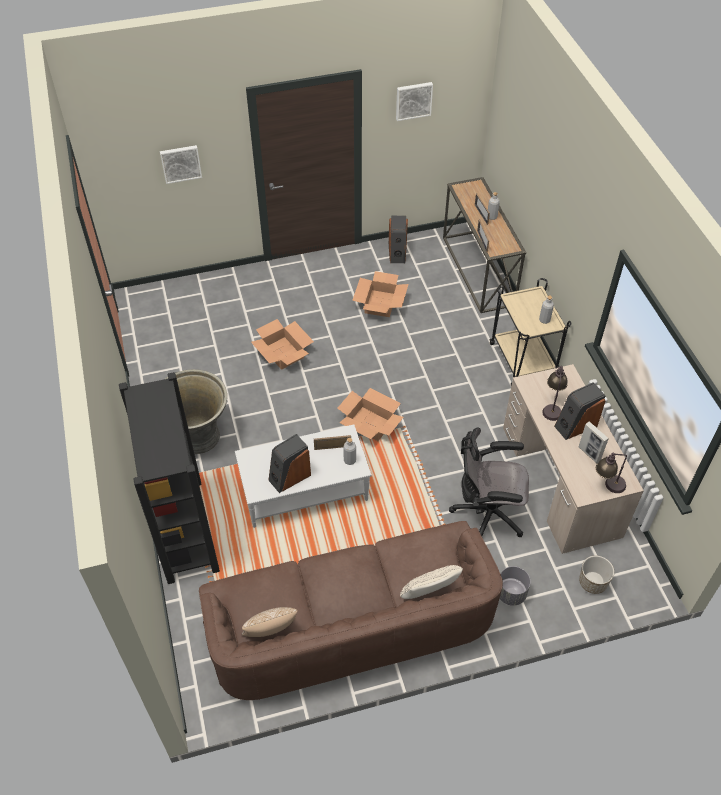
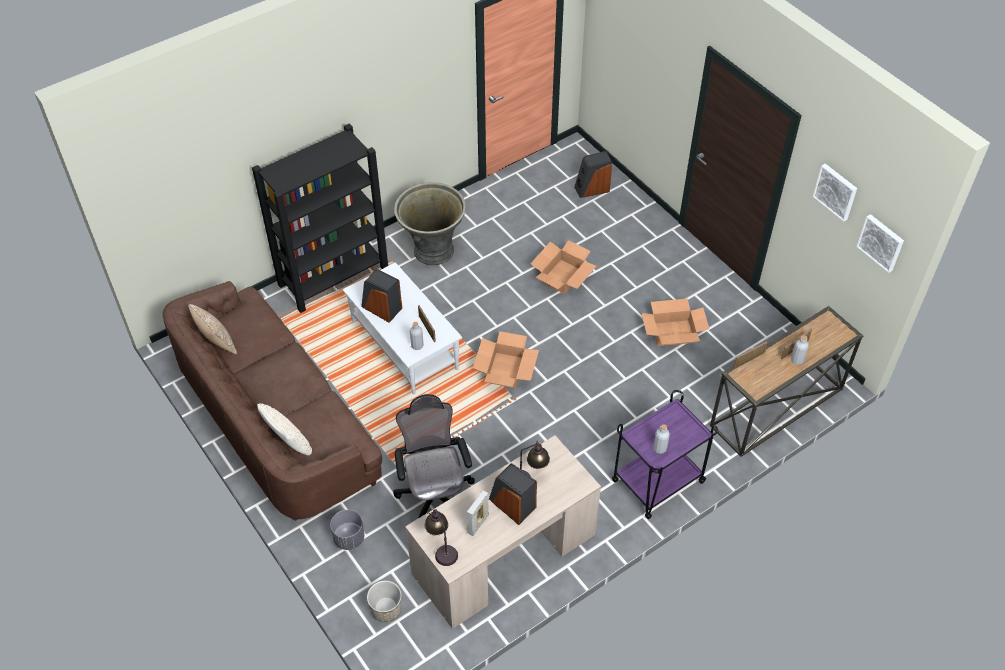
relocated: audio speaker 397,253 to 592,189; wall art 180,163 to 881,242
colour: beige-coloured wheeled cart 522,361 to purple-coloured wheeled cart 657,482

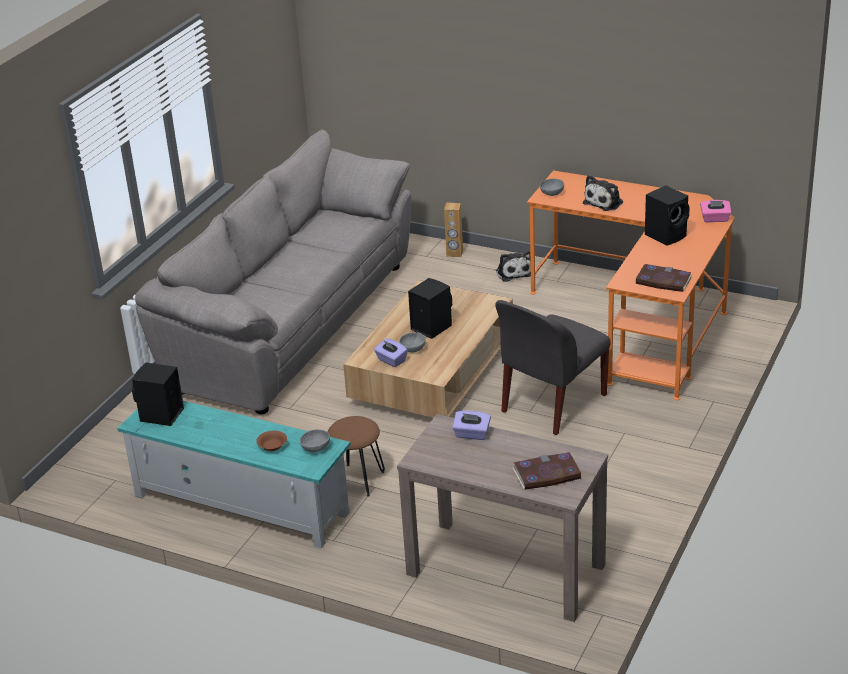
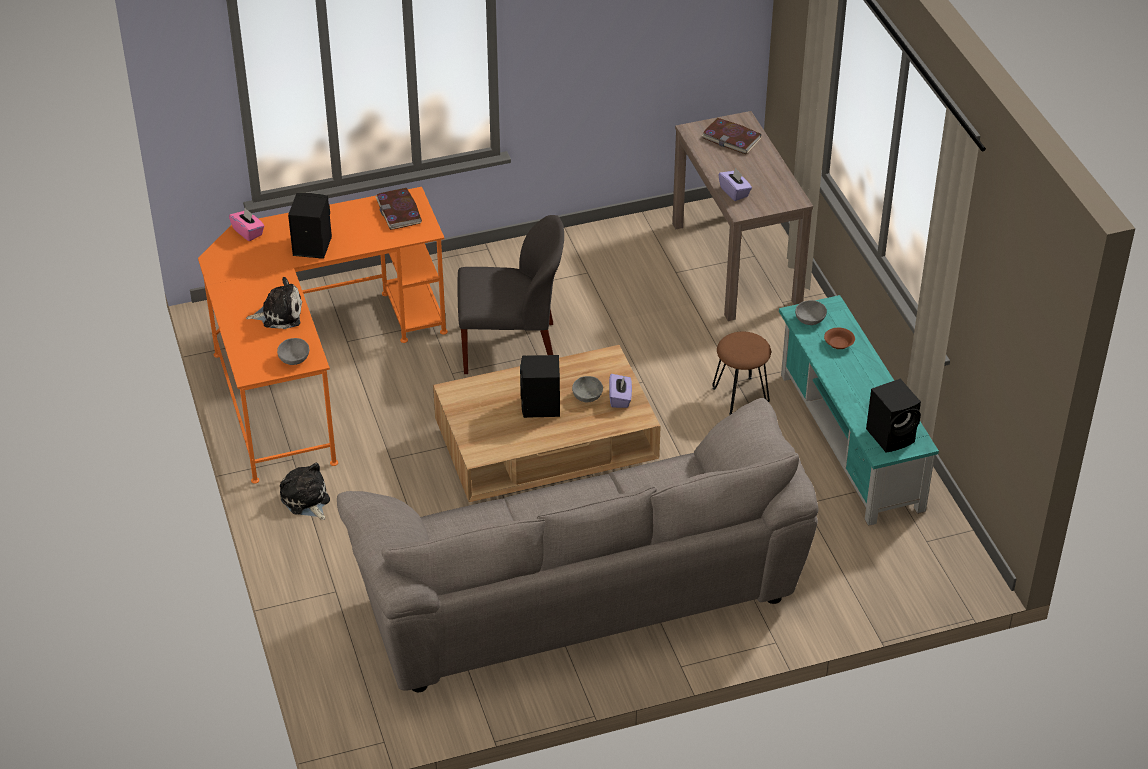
missing: brown-coloured audio speaker 454,253
spun: soft toy 513,272 = 306,500 60 degrees counterclockwise

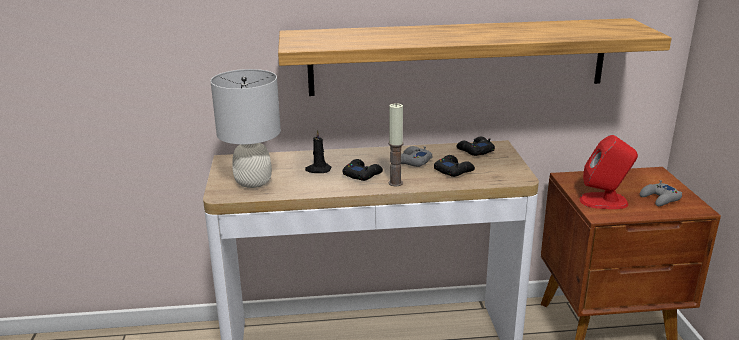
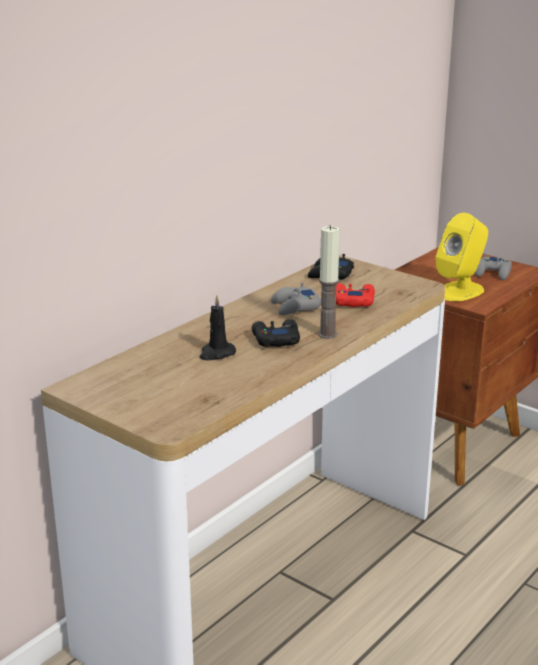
missing: greyish table lamp 255,183; shelf 458,57
colour: black-coloured gamepad 453,170 to red gamepad 353,301; red audio speaker 604,201 to yellow-coloured audio speaker 459,291

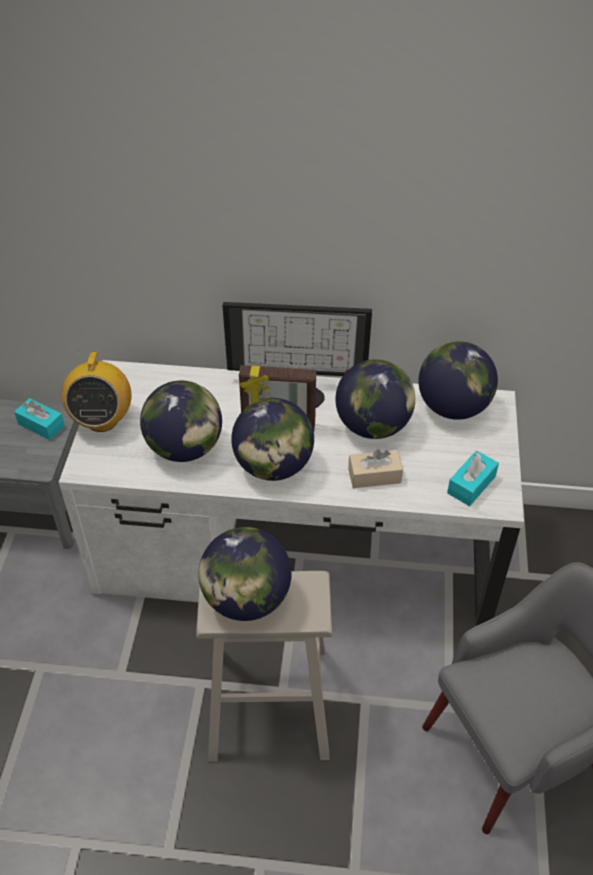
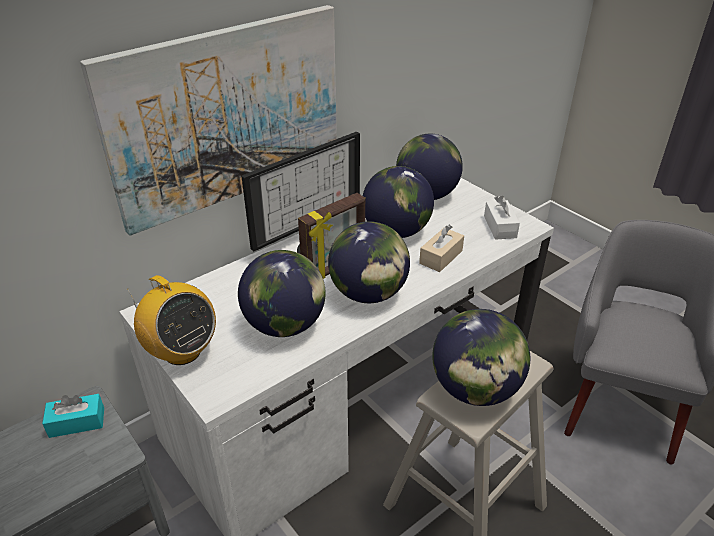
appeared: wall art 228,116
colour: turquoise tissue box 471,485 to whitish tissue box 500,227

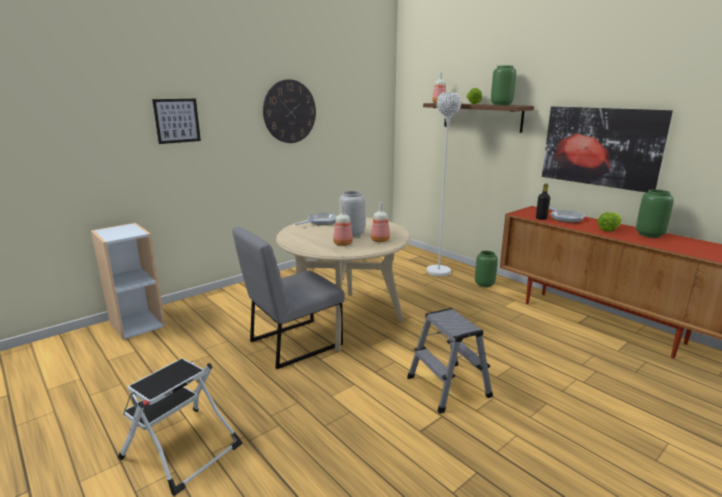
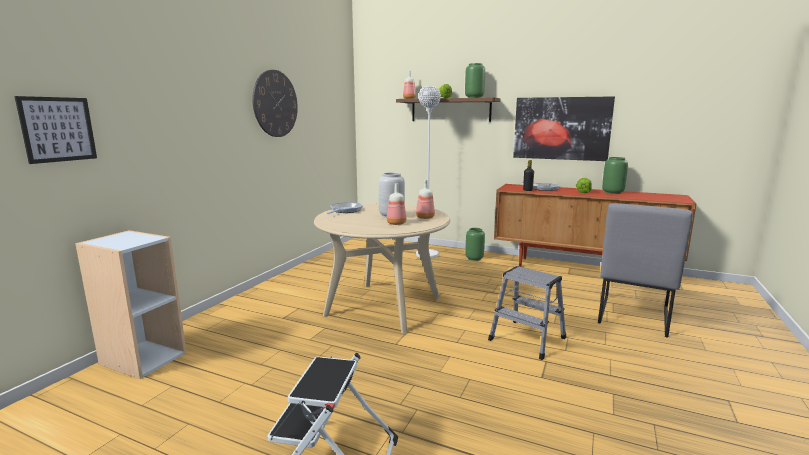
relocated: wall art 177,120 to 58,129; greyish upright chair 293,343 to 632,316

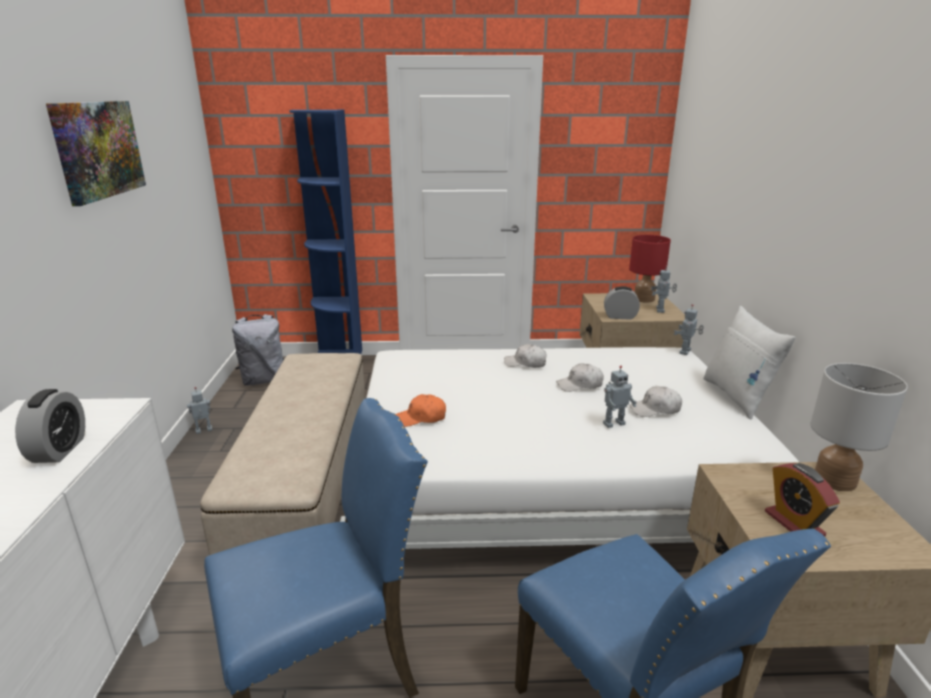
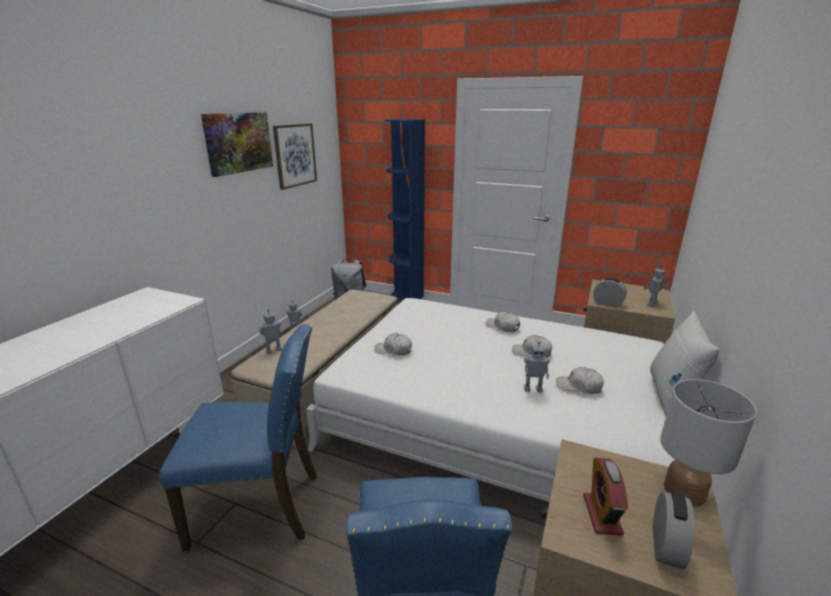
missing: red table lamp 643,299
appeared: wall art 295,155
relocated: toy robot 686,352 to 274,351; table clock 59,450 to 666,546
colour: orangey baseball cap 421,418 to whitish baseball cap 393,350

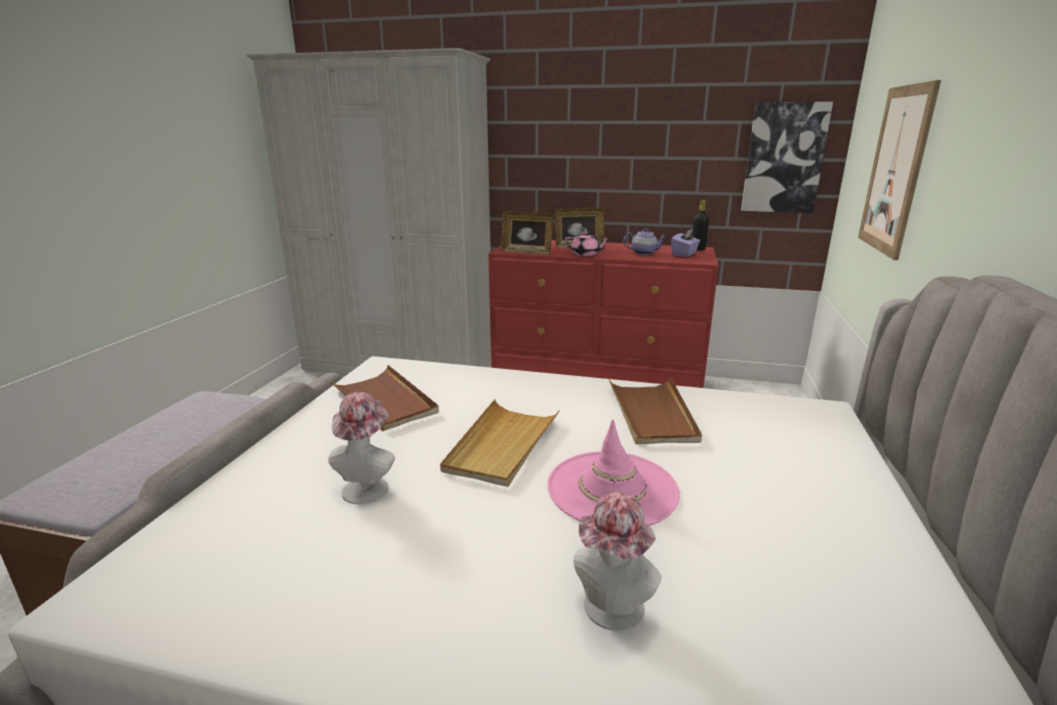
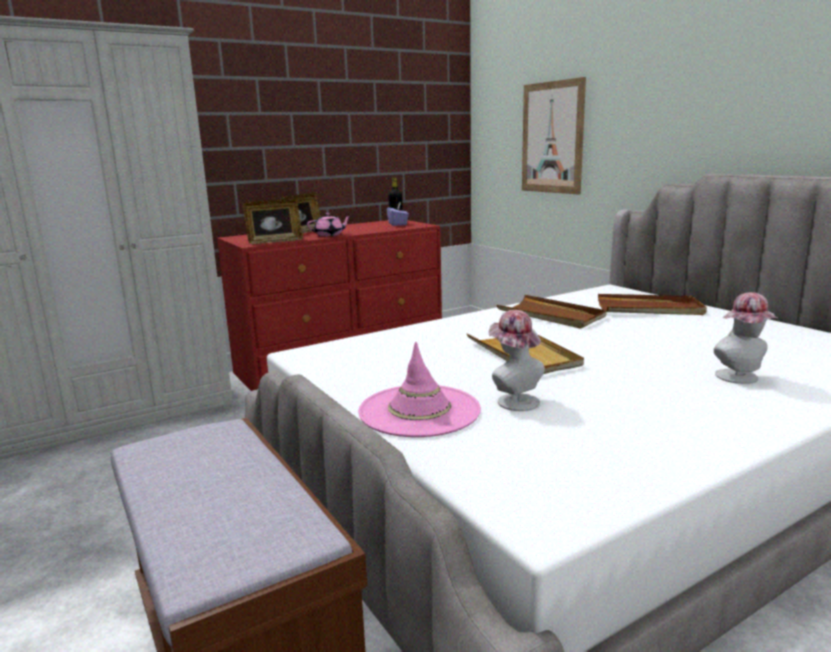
missing: tea pot 644,253; wall art 784,158
relocated: pink clothing hat 612,489 to 419,411; brown-coloured tray 385,401 to 650,309

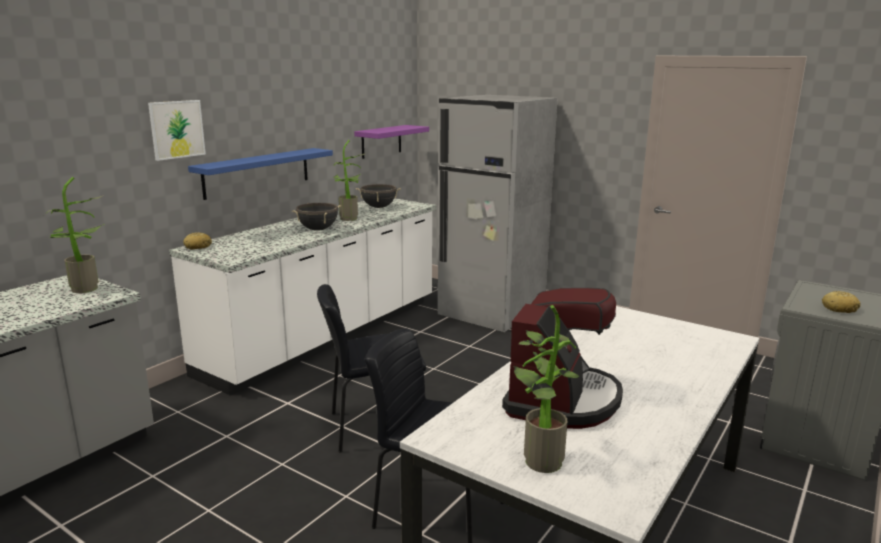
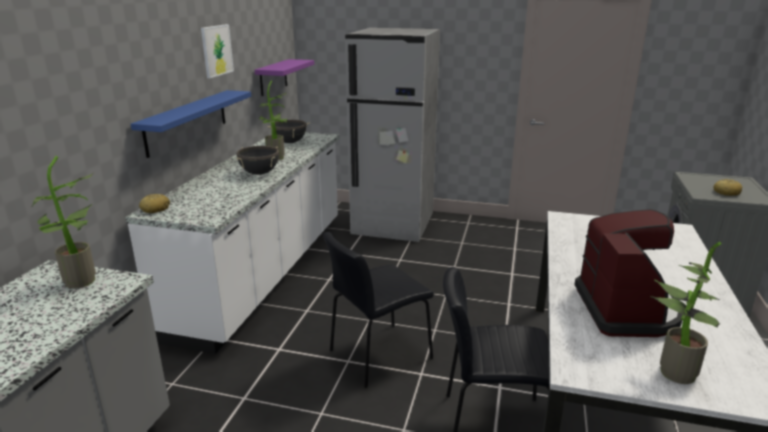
relocated: wall art 177,129 to 216,50

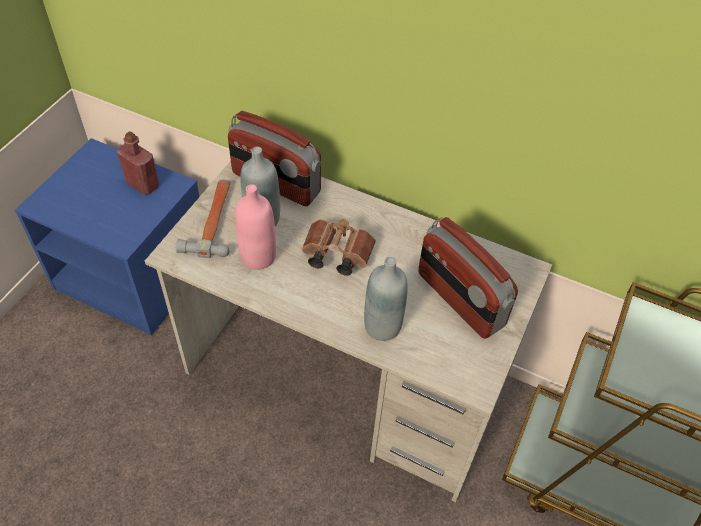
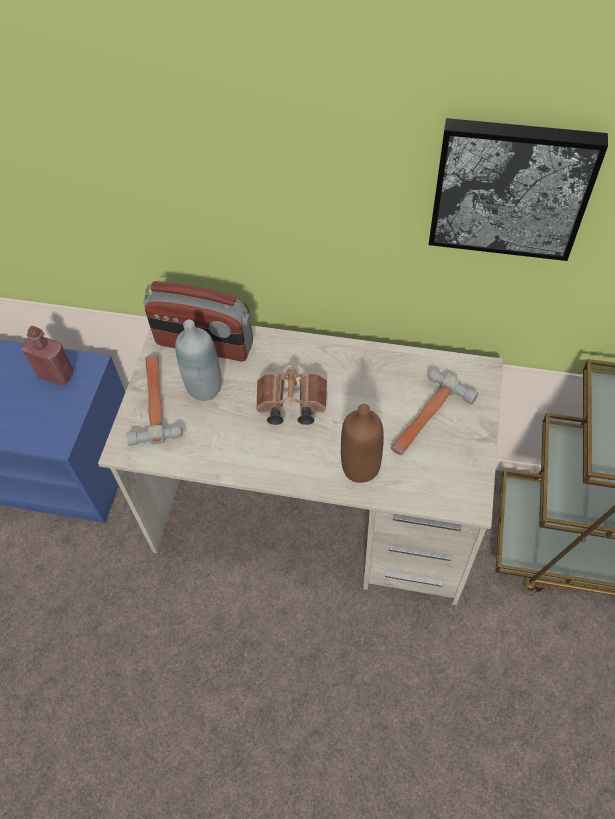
missing: pink beverage bottle 258,257
appeared: wall art 510,187
exchanged: radio receiver 459,300 to hand hammer 426,419
colour: greyish beverage bottle 382,327 to brown-coloured beverage bottle 360,467

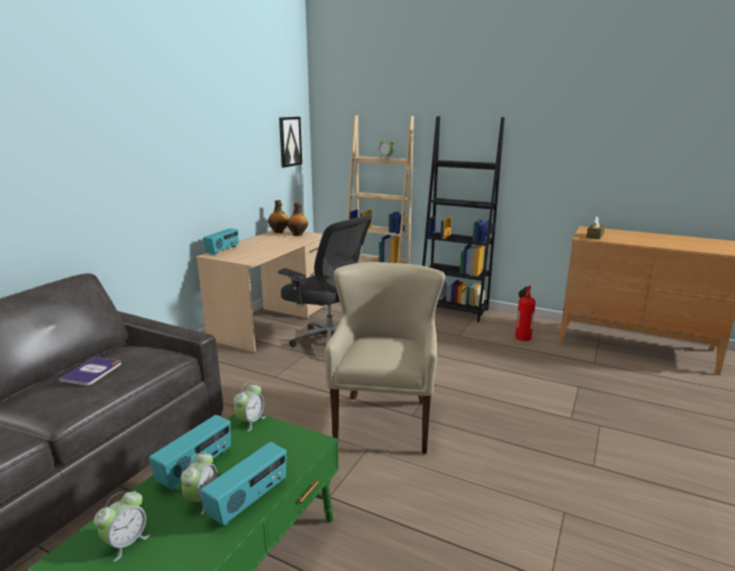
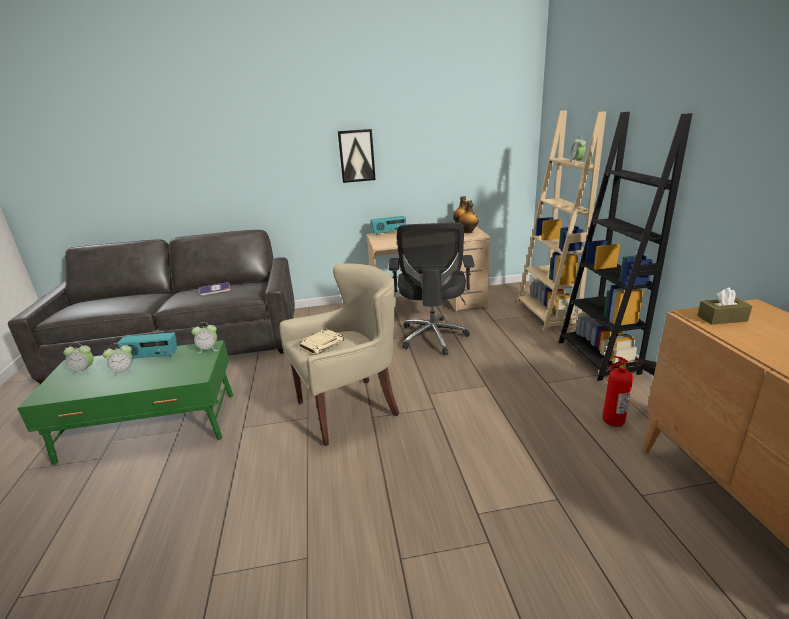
missing: radio receiver 249,501
appeared: beige-coloured bound book 321,344
relocated: wall art 289,141 to 356,156

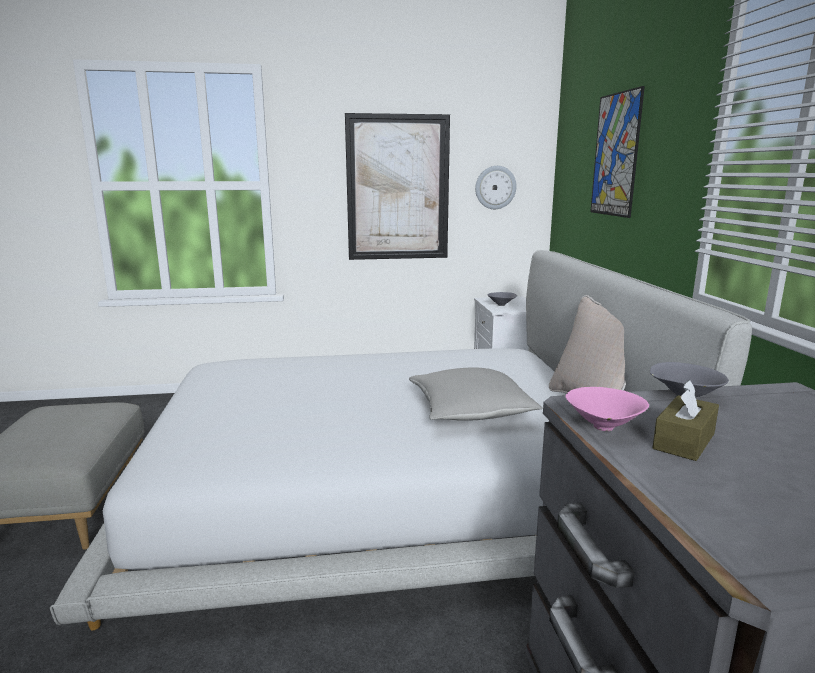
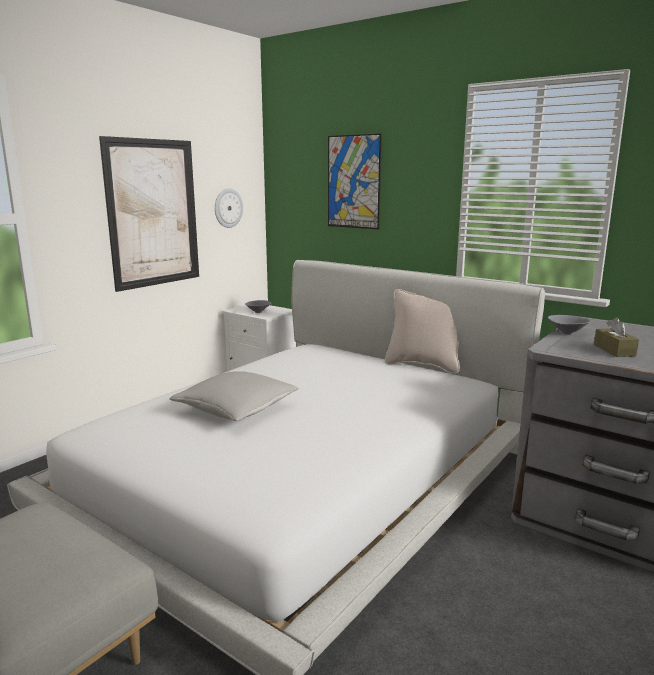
missing: pink bowl 603,428
relocated: greyish pillow 470,412 to 236,410

